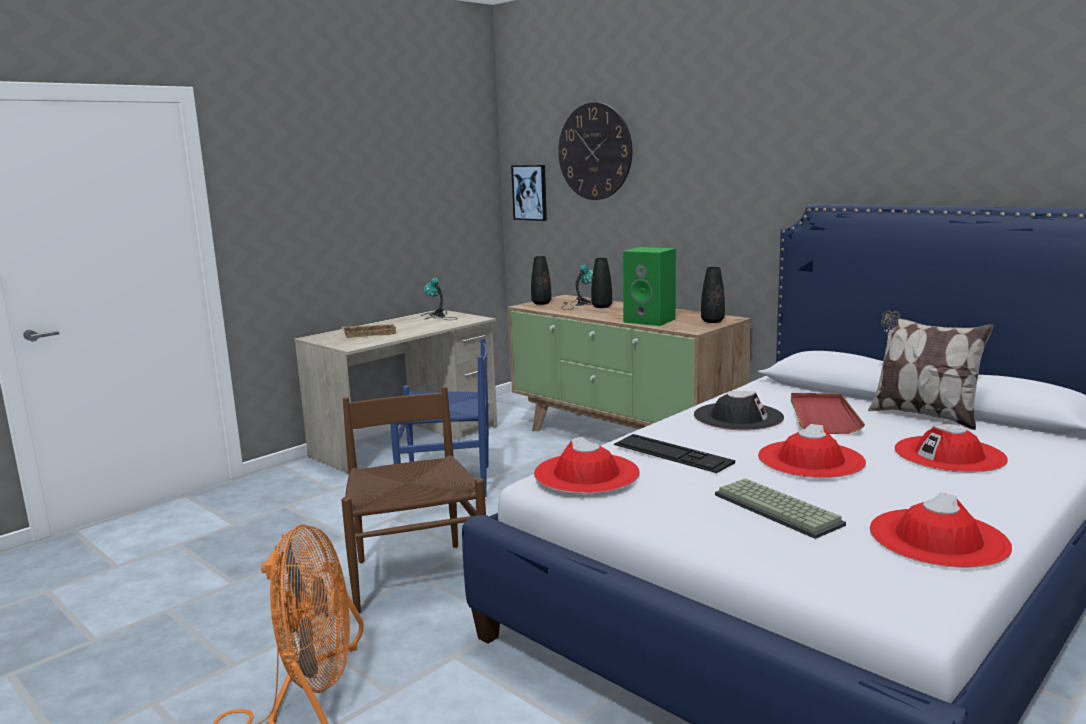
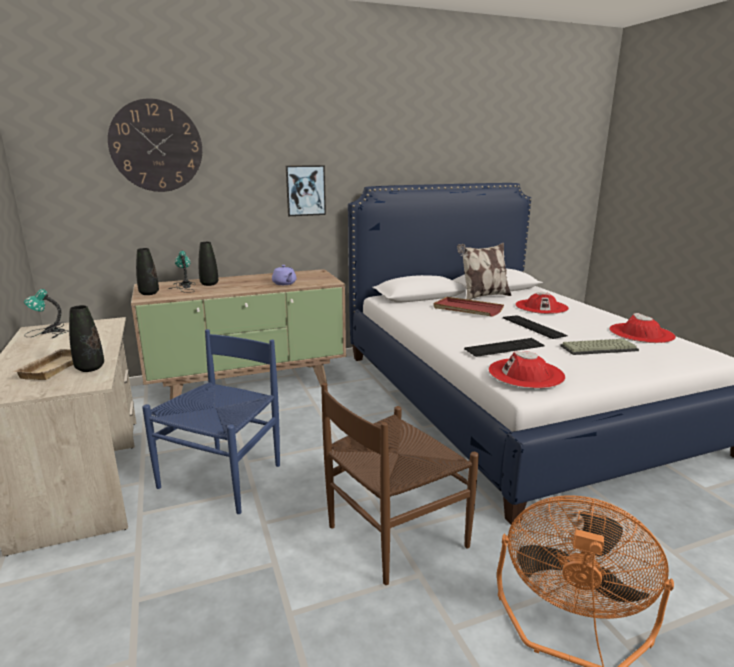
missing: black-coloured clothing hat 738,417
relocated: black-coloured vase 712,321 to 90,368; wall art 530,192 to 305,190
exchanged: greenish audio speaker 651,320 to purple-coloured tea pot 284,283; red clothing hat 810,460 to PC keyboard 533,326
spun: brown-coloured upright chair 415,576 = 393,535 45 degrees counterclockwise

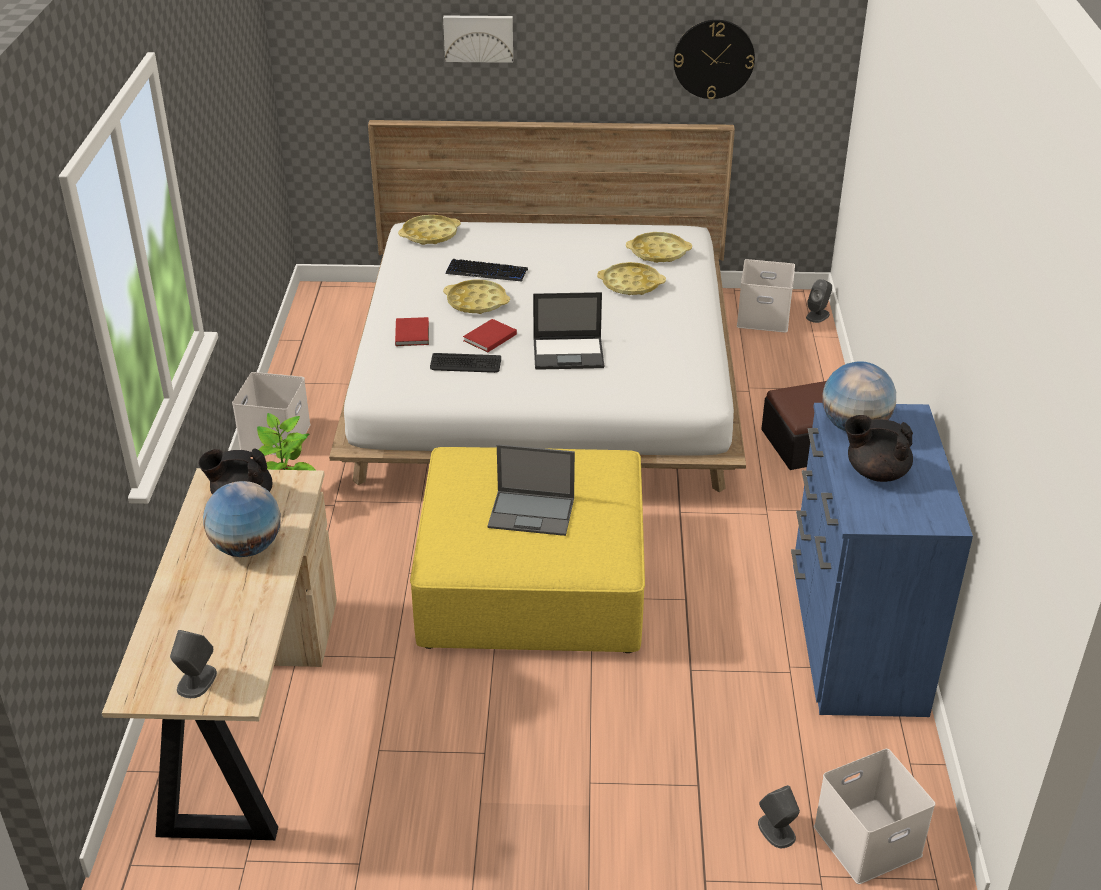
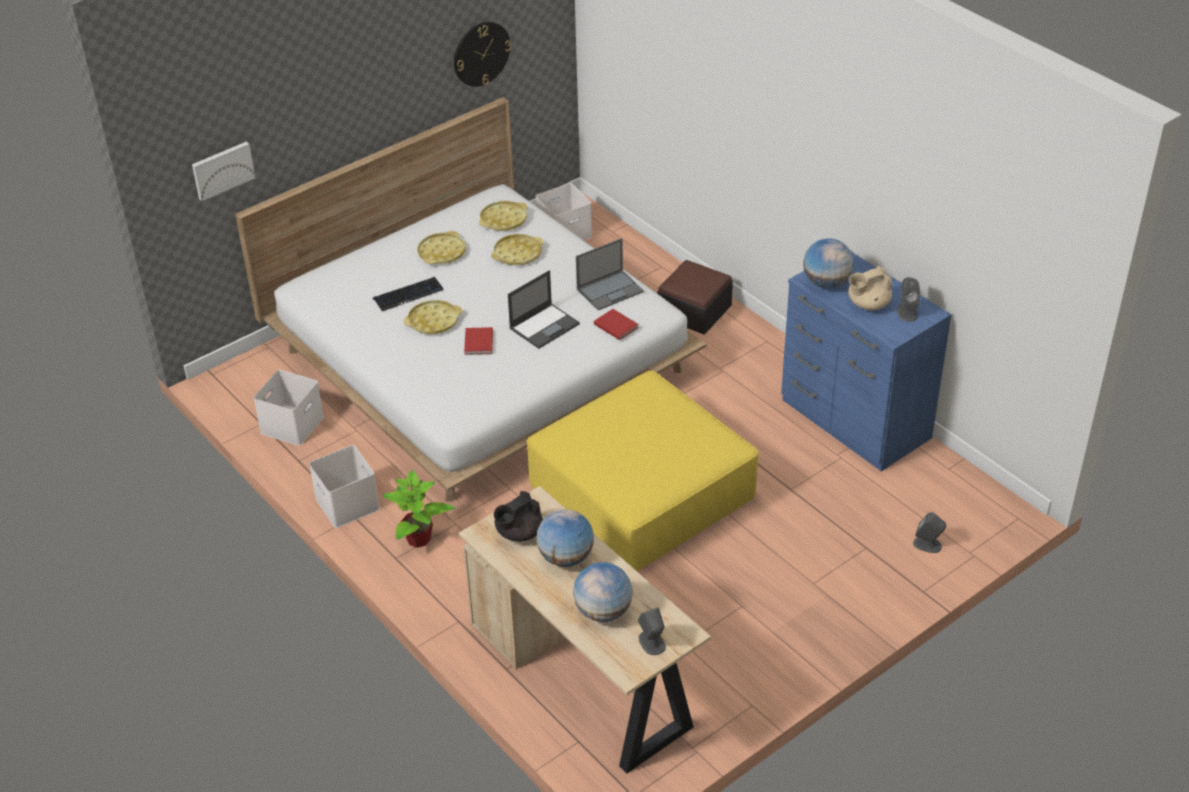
missing: PC keyboard 465,364
appeared: world globe 603,611
relocated: wall art 478,37 to 222,170; whitish storage container 867,842 to 292,426; yellow-coloured tray 430,235 to 442,252; notebook computer 532,513 to 610,290; red bound book 413,333 to 615,325; greyish audio speaker 818,315 to 907,312
colour: black-coloured tea pot 875,472 to beige-coloured tea pot 868,304

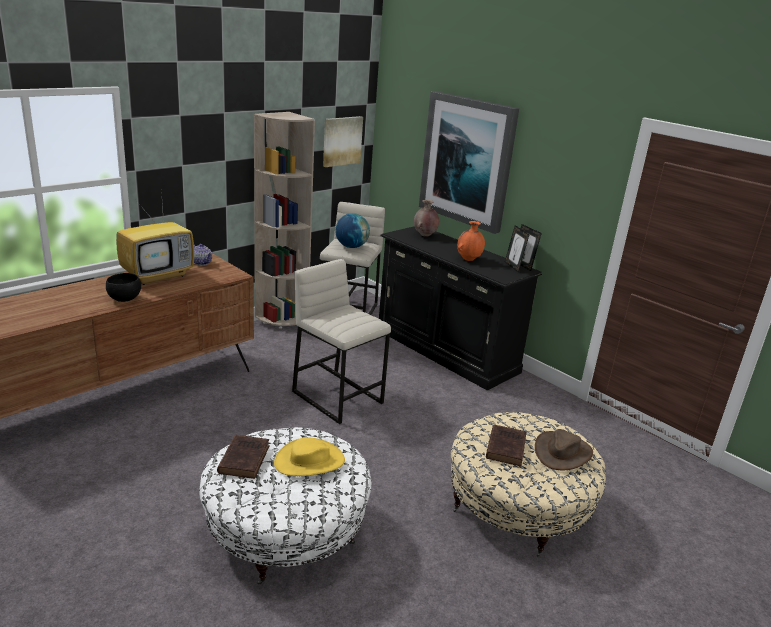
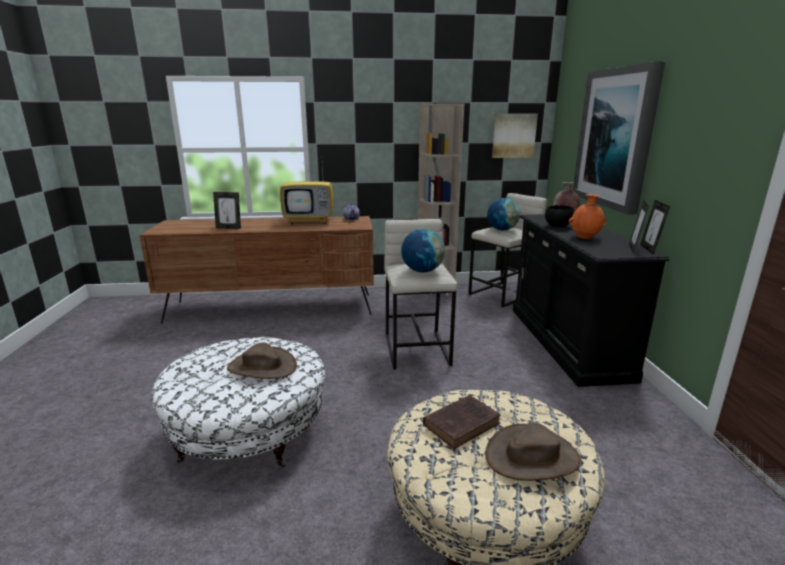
missing: brown-coloured bound book 244,458
appeared: standing frame 229,227; world globe 422,271
relocated: black-coloured bowl 124,299 to 558,226
colour: yellow-coloured clothing hat 309,461 to brown-coloured clothing hat 262,367

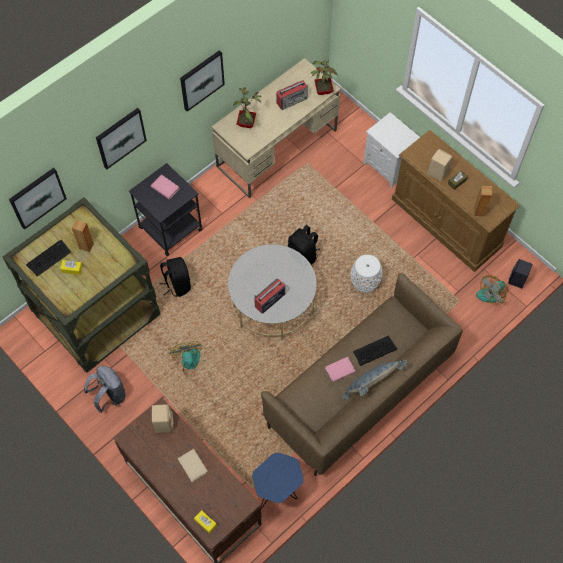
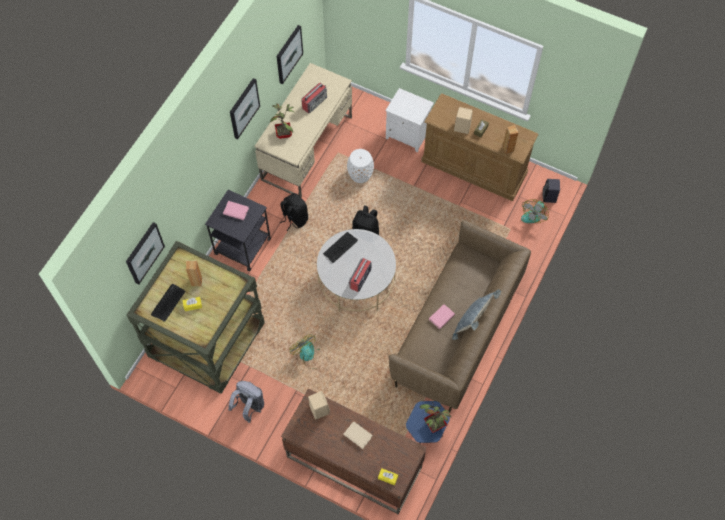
relocated: wall art 120,137 to 288,54; black-coloured knapsack 177,284 to 294,218; PC keyboard 374,351 to 340,247; whitish sitting stool 365,282 to 360,174; houseplant 322,90 to 434,425

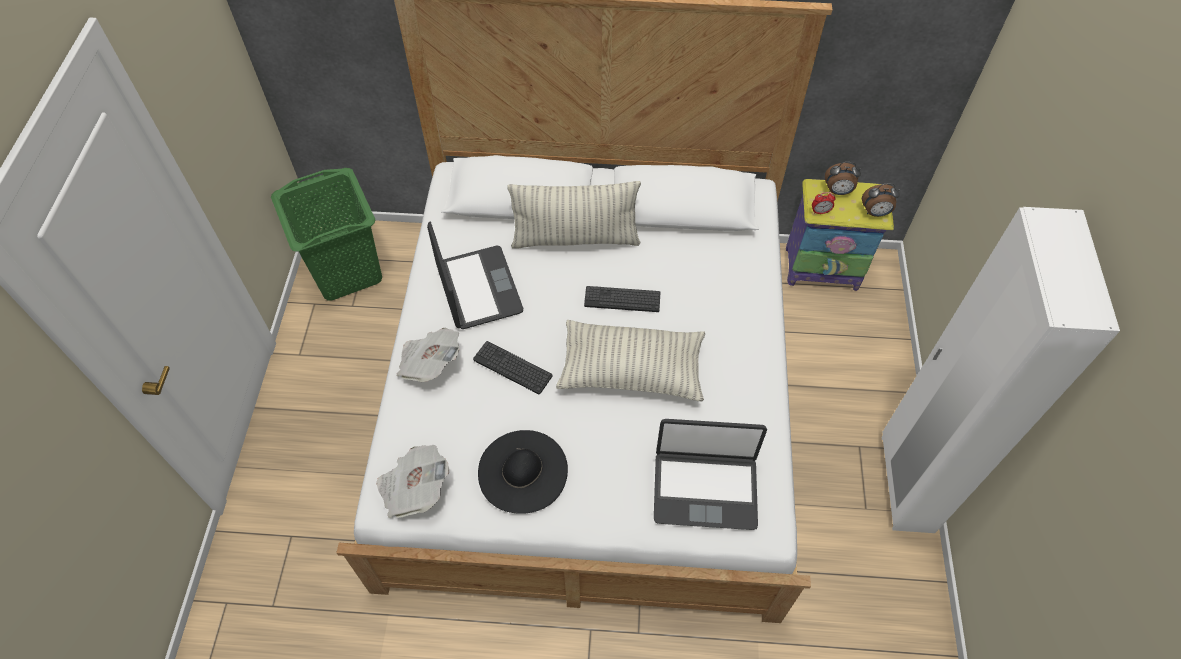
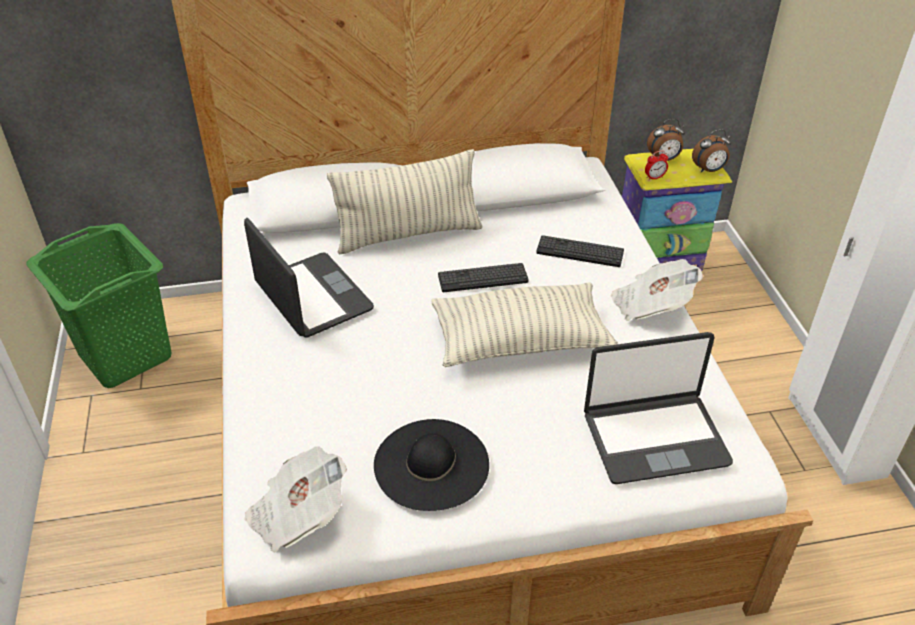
relocated: PC keyboard 512,368 to 580,252; daily paper 430,363 to 651,306

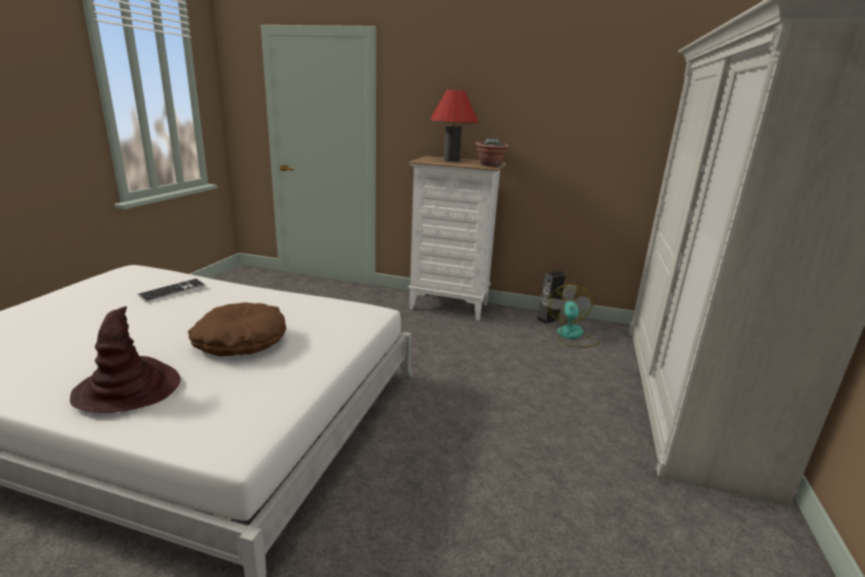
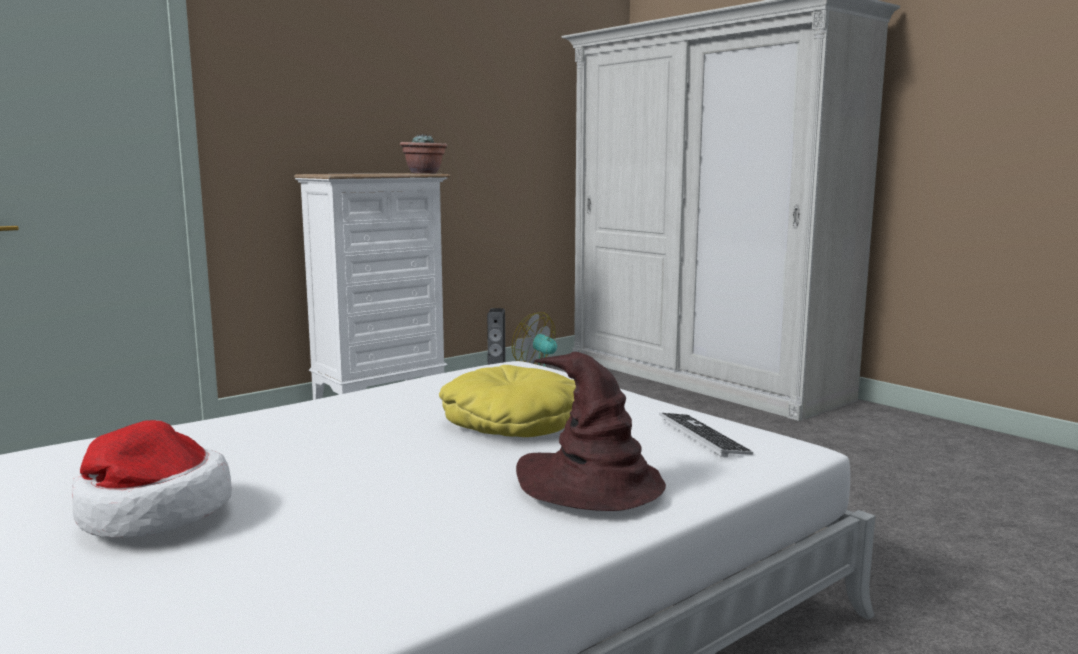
missing: red table lamp 451,160
appeared: clothing hat 151,513
relocated: PC keyboard 173,291 to 703,436
colour: brown-coloured pillow 242,342 to yellow-coloured pillow 516,423

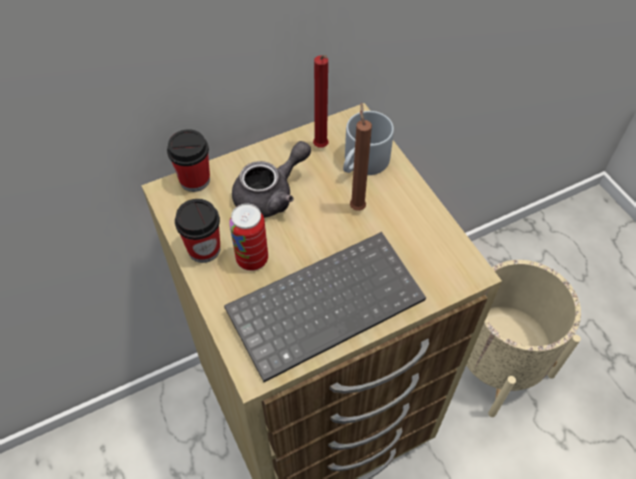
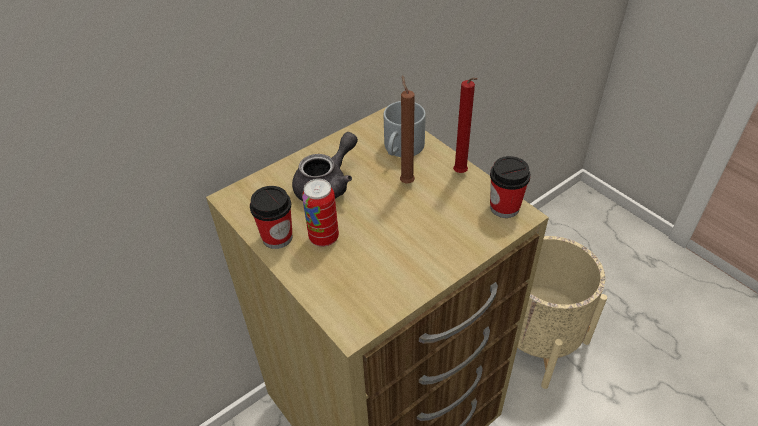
missing: PC keyboard 326,302
relocated: red wax light 321,148 to 461,174; cup 195,180 to 504,207

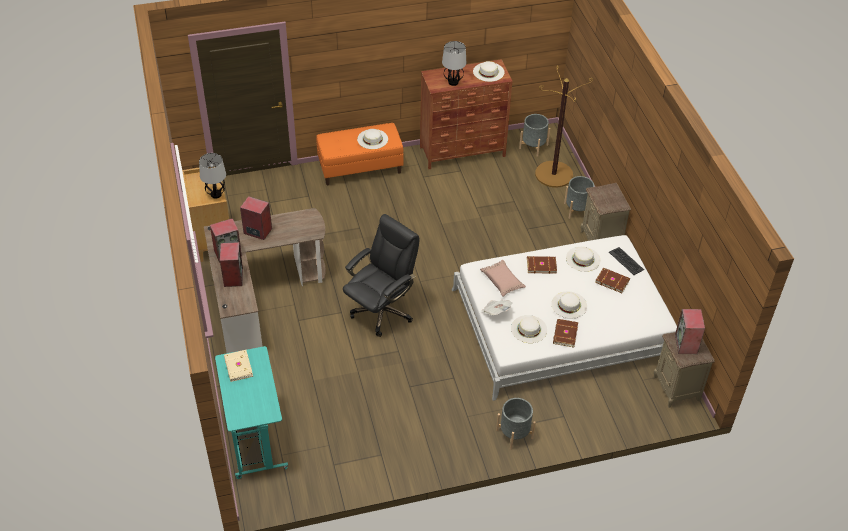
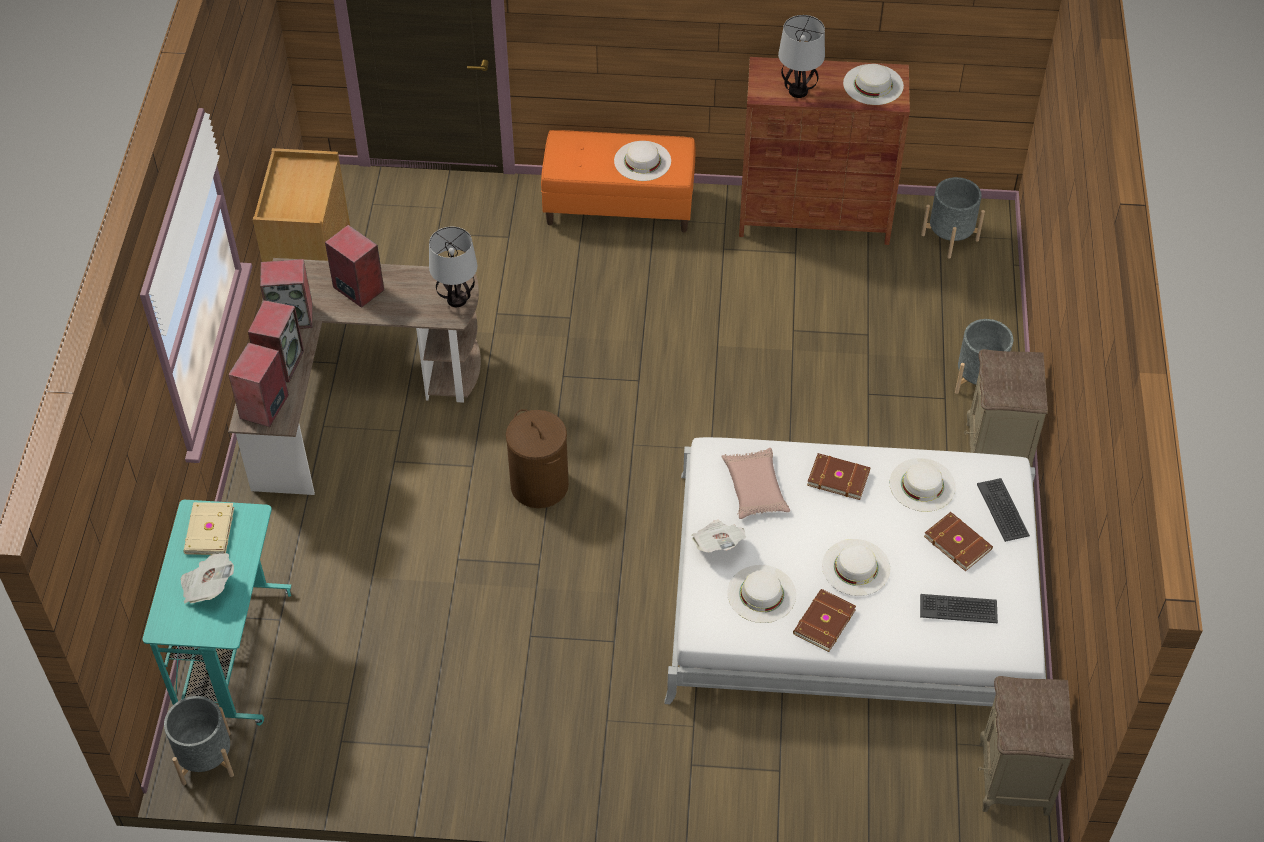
missing: brown-coloured garment stand 554,174
appeared: daily paper 208,587; PC keyboard 958,608
relocated: greyish plant pot 514,434 to 206,758; audio speaker 686,344 to 264,407; table lamp 216,195 to 456,300
exchanged: black-coloured computer chair 381,313 to brown-coloured hamper 539,485

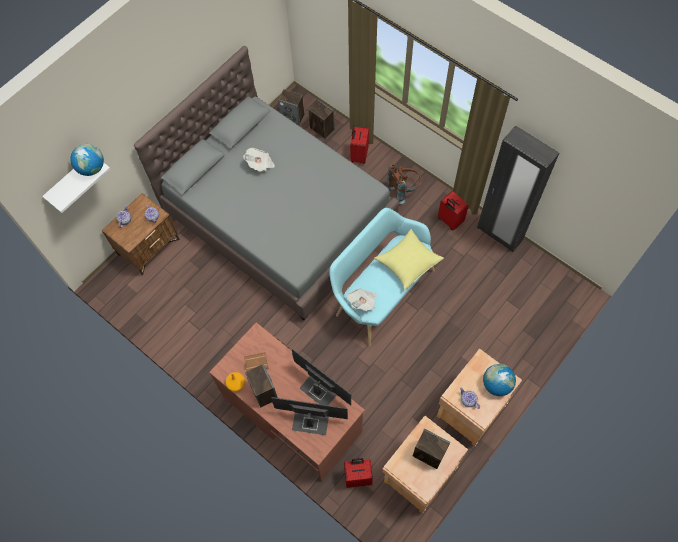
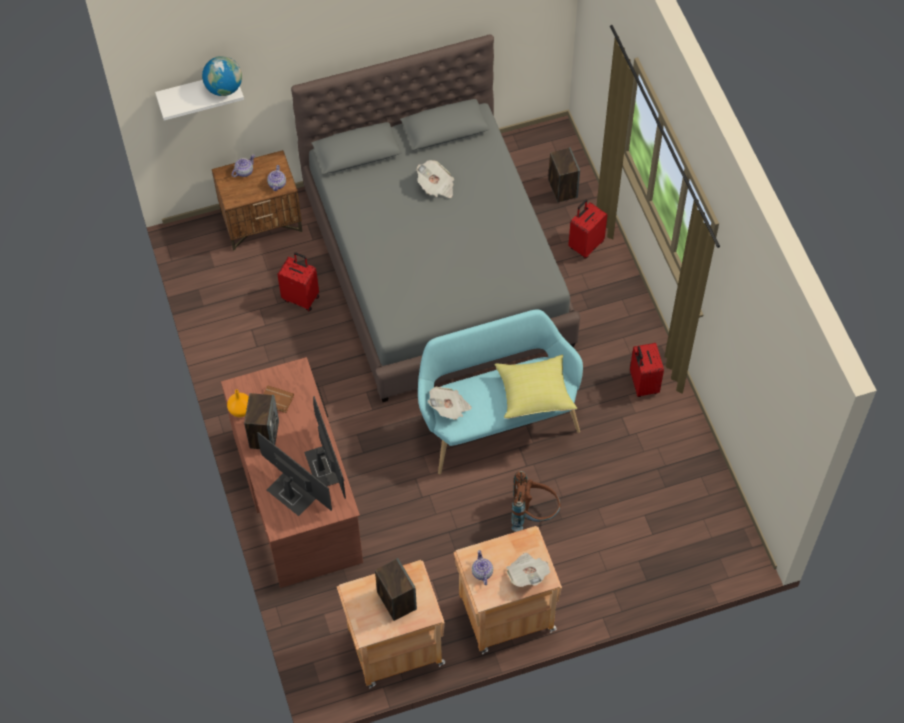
missing: audio speaker 293,117; black-coloured wardrobe 499,234
relocated: red piece of luggage 358,477 to 301,298; brown-coloured knapsack 404,189 to 533,514
exchanged: world globe 496,384 to daily paper 527,574

